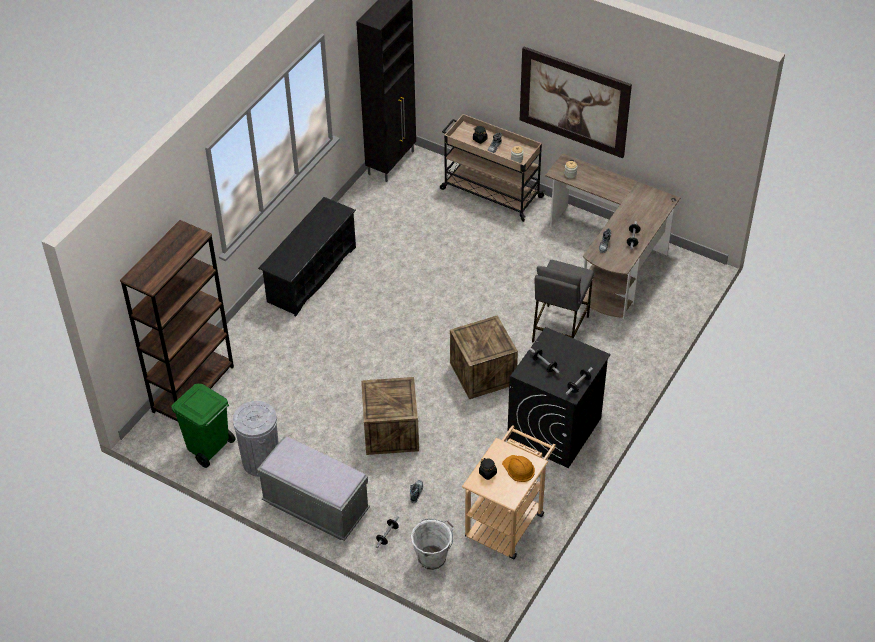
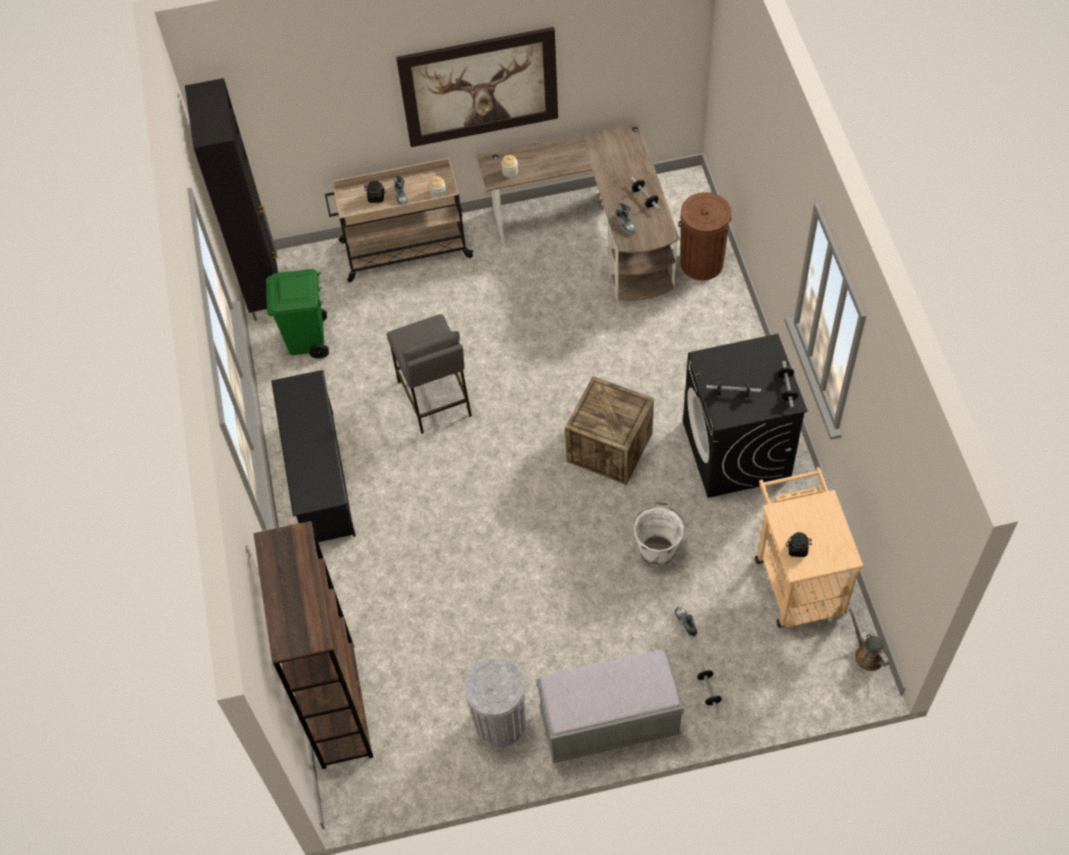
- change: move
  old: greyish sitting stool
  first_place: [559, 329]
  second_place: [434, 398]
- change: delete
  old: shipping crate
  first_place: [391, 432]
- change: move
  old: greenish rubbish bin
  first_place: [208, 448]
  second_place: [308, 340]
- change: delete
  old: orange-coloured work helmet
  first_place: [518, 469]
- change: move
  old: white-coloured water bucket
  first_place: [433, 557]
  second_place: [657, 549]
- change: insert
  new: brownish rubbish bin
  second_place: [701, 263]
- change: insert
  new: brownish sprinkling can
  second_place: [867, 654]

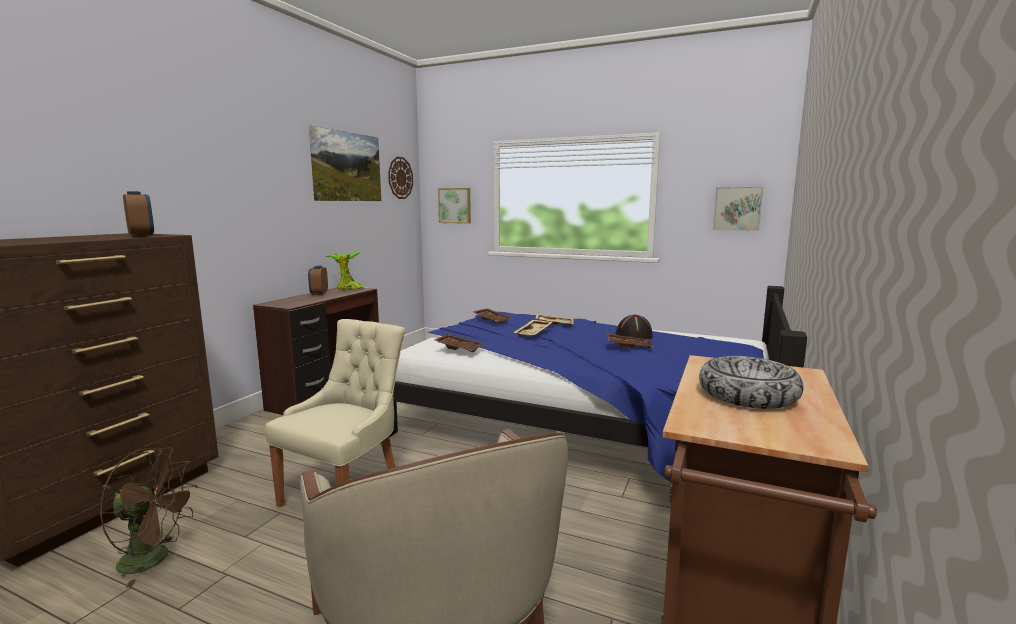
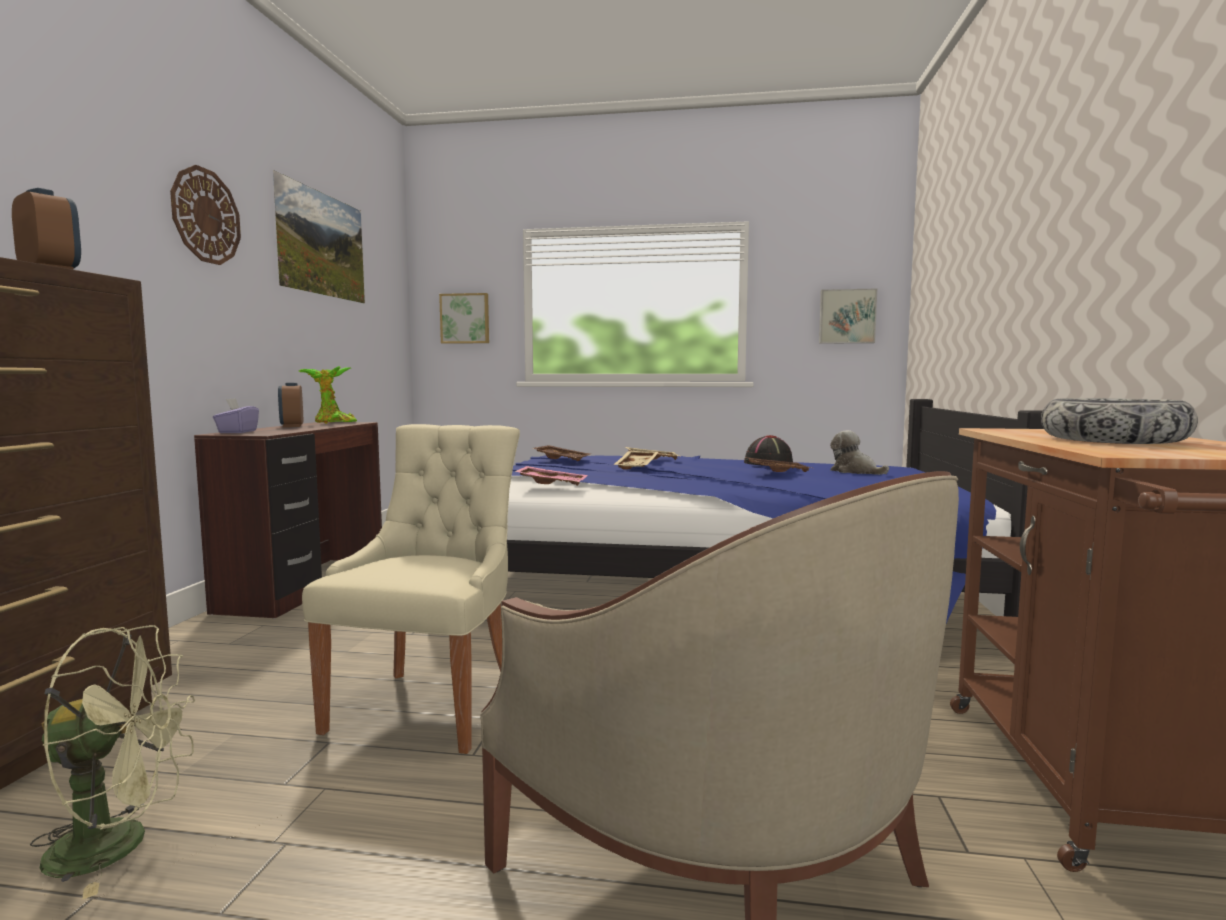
- change: move
  old: wall clock
  first_place: [400, 178]
  second_place: [206, 216]
- change: recolor
  old: brownish tray
  new: pinkish tray
  first_place: [460, 348]
  second_place: [552, 483]
- change: recolor
  old: brownish cooling fan
  new: greenish cooling fan
  first_place: [154, 559]
  second_place: [120, 844]
- change: insert
  new: purple-coloured box of tissues
  second_place: [237, 432]
- change: insert
  new: soft toy
  second_place: [855, 472]

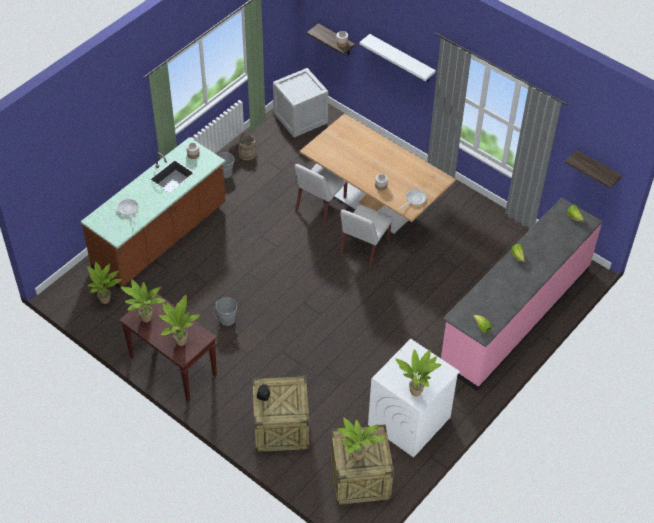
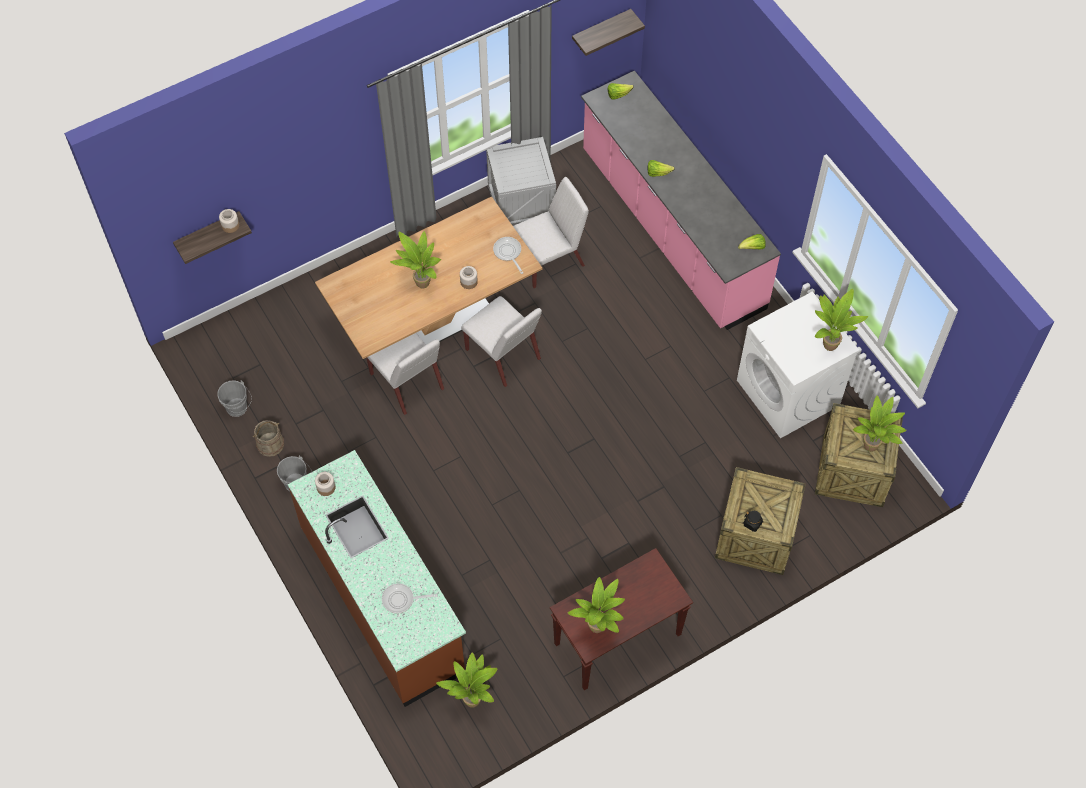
- change: delete
  old: white-coloured shelf
  first_place: [401, 58]
- change: move
  old: shipping crate
  first_place: [301, 118]
  second_place: [522, 201]
- change: move
  old: potted plant
  first_place: [180, 341]
  second_place: [420, 285]
- change: move
  old: greyish water bucket
  first_place: [226, 321]
  second_place: [238, 409]
- change: insert
  new: white-coloured chair
  second_place: [549, 259]

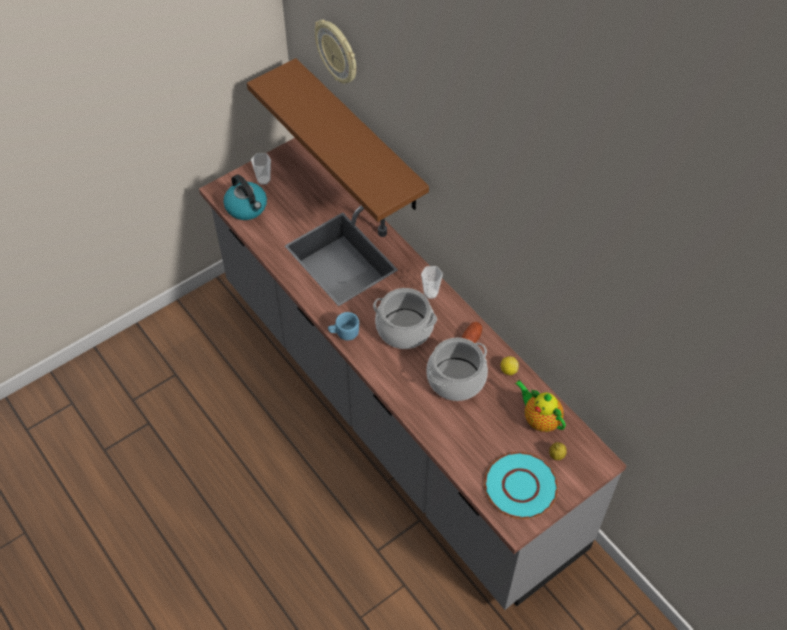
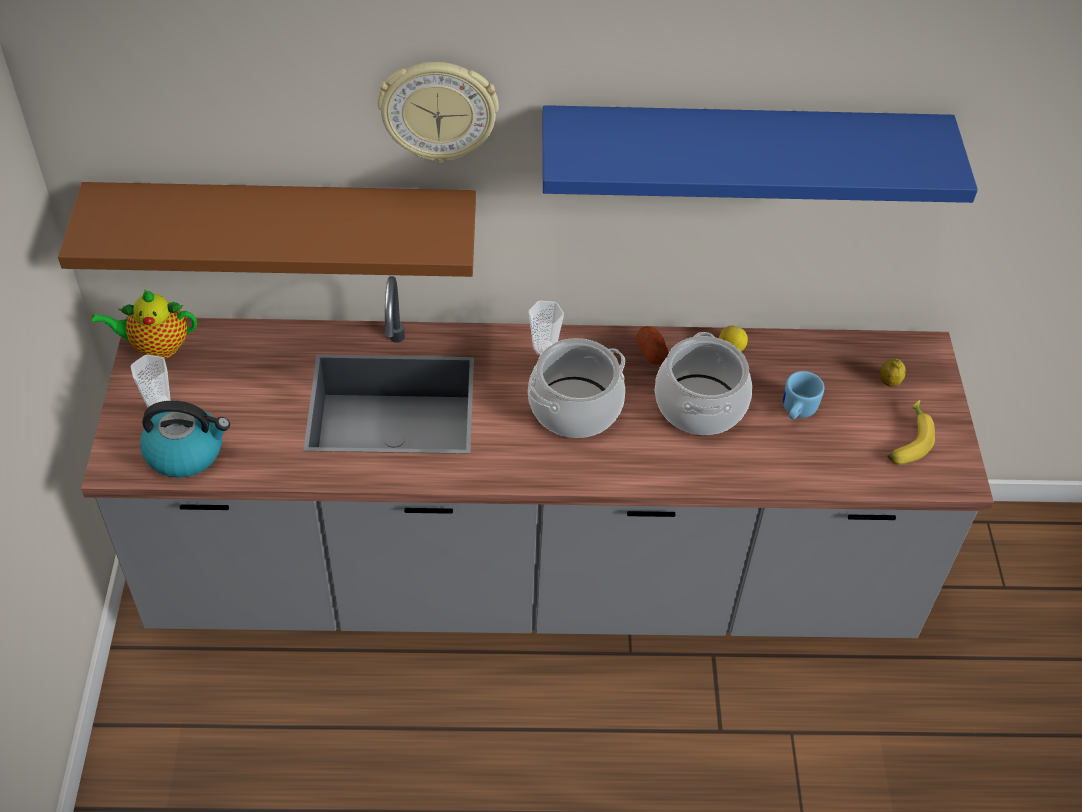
- change: move
  old: wall clock
  first_place: [337, 52]
  second_place: [438, 110]
- change: move
  old: blue-coloured tea mug
  first_place: [344, 333]
  second_place: [796, 411]
- change: move
  old: pot for tea
  first_place: [539, 419]
  second_place: [156, 347]
- change: replace
  old: blue-green dinner plate
  new: banana fruit
  first_place: [521, 486]
  second_place: [907, 440]
- change: insert
  new: blue-coloured shelf
  second_place: [742, 147]

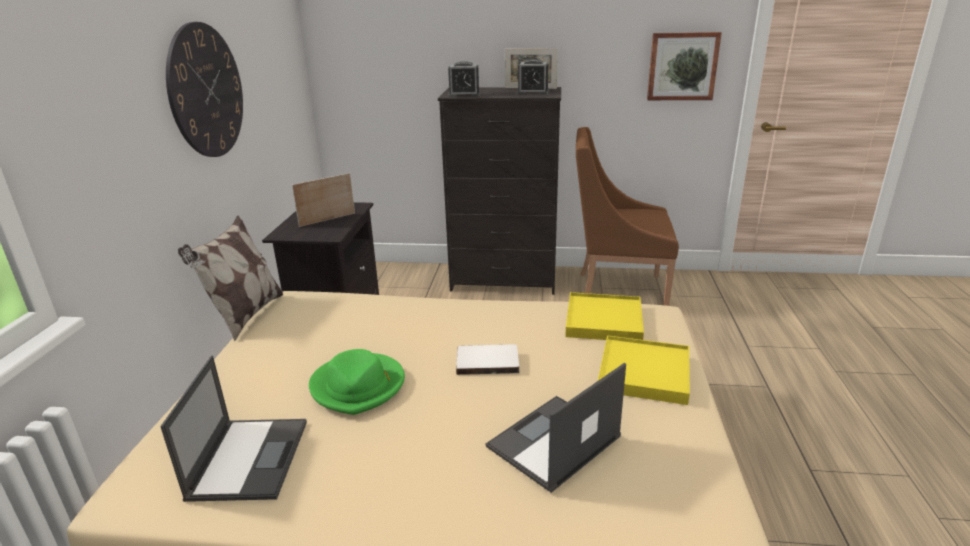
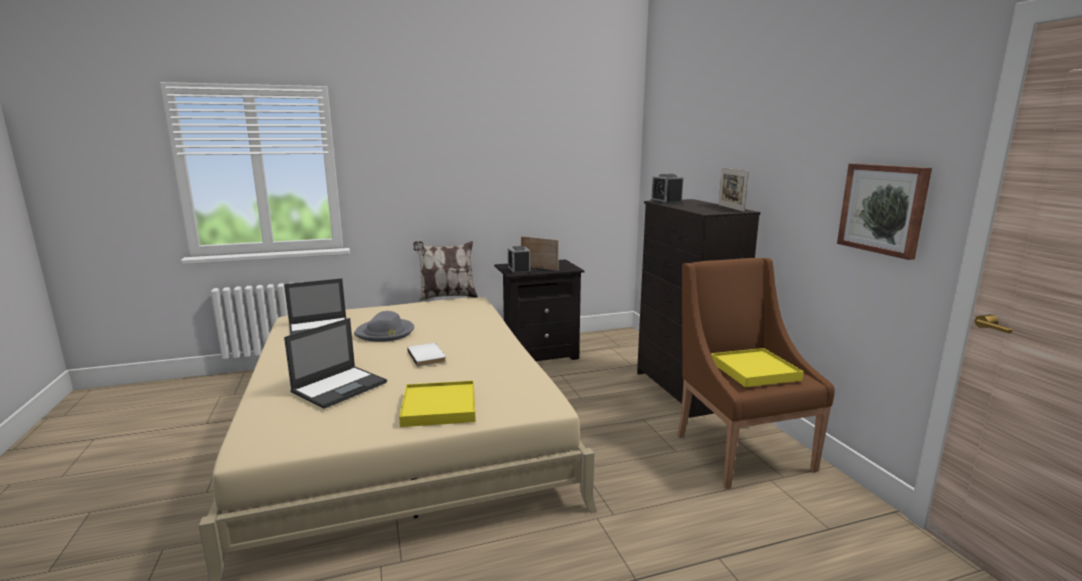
- change: delete
  old: wall clock
  first_place: [206, 91]
- change: move
  old: table clock
  first_place: [533, 92]
  second_place: [519, 270]
- change: move
  old: yellow tray
  first_place: [603, 321]
  second_place: [754, 370]
- change: recolor
  old: greenish hat
  new: greyish hat
  first_place: [358, 386]
  second_place: [385, 333]
- change: rotate
  old: laptop
  first_place: [553, 443]
  second_place: [340, 386]
  degrees: 105

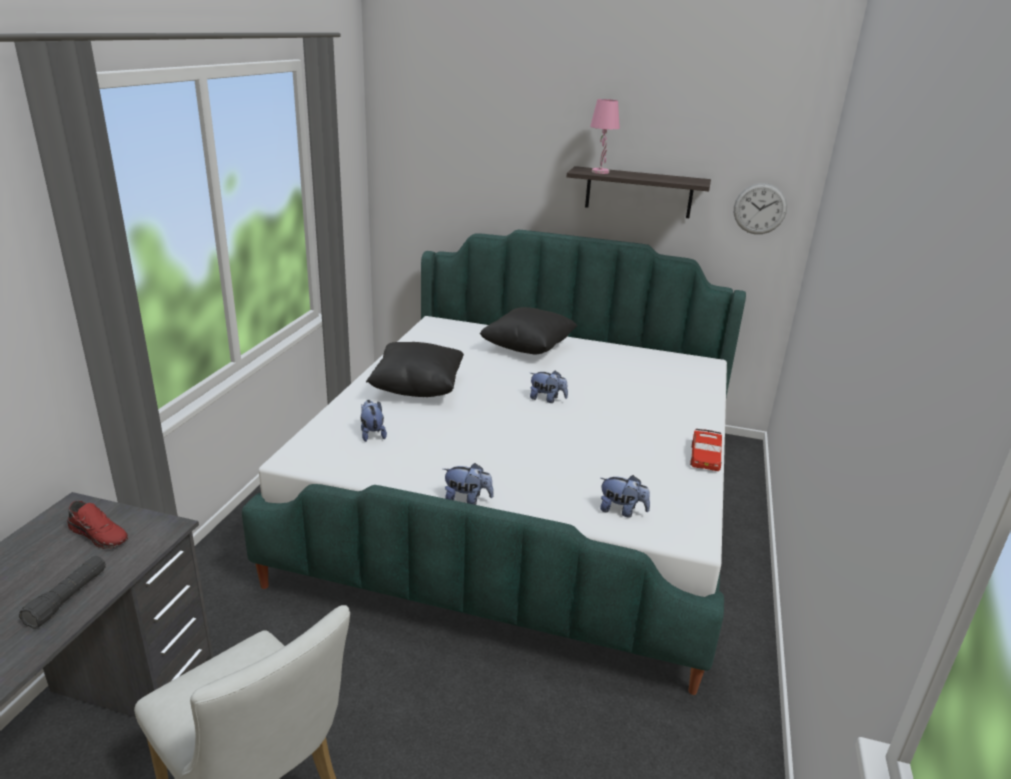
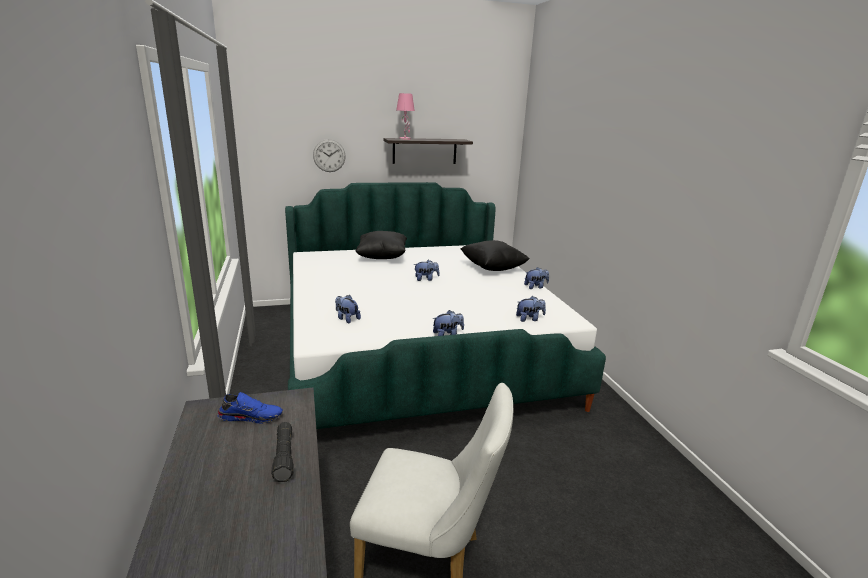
- change: move
  old: wall clock
  first_place: [760, 209]
  second_place: [329, 155]
- change: move
  old: black pillow
  first_place: [417, 389]
  second_place: [492, 268]
- change: replace
  old: reddish model car
  new: soft toy
  first_place: [705, 457]
  second_place: [535, 287]
- change: recolor
  old: reddish shoe
  new: blue-coloured shoe
  first_place: [100, 534]
  second_place: [251, 416]

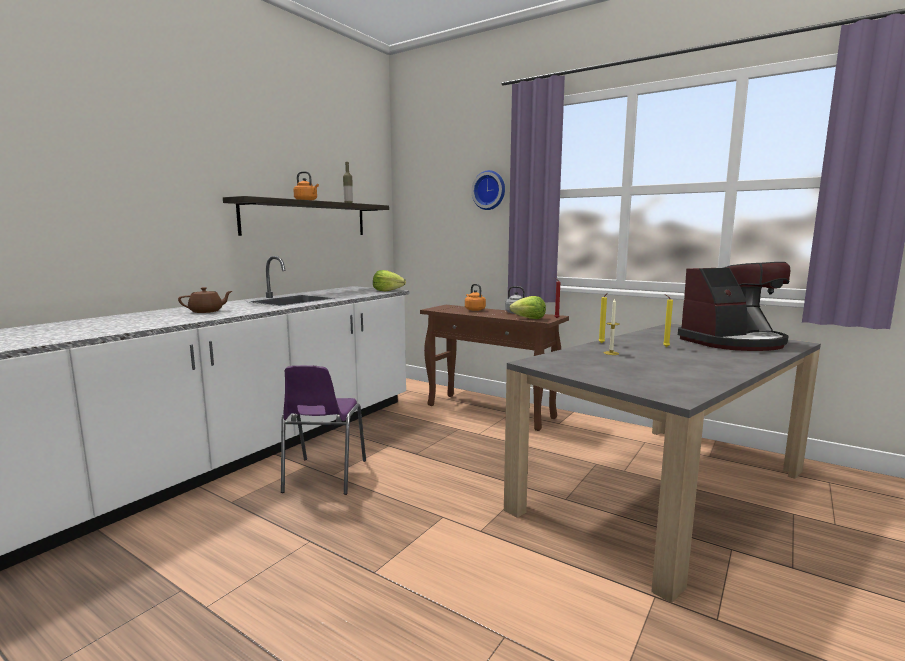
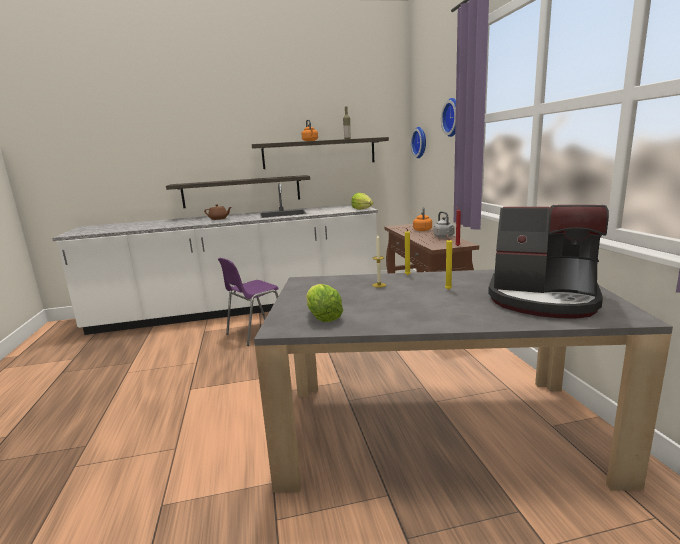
- change: move
  old: head of lettuce
  first_place: [529, 318]
  second_place: [322, 317]
- change: insert
  new: wall clock
  second_place: [421, 142]
- change: insert
  new: shelf
  second_place: [241, 191]

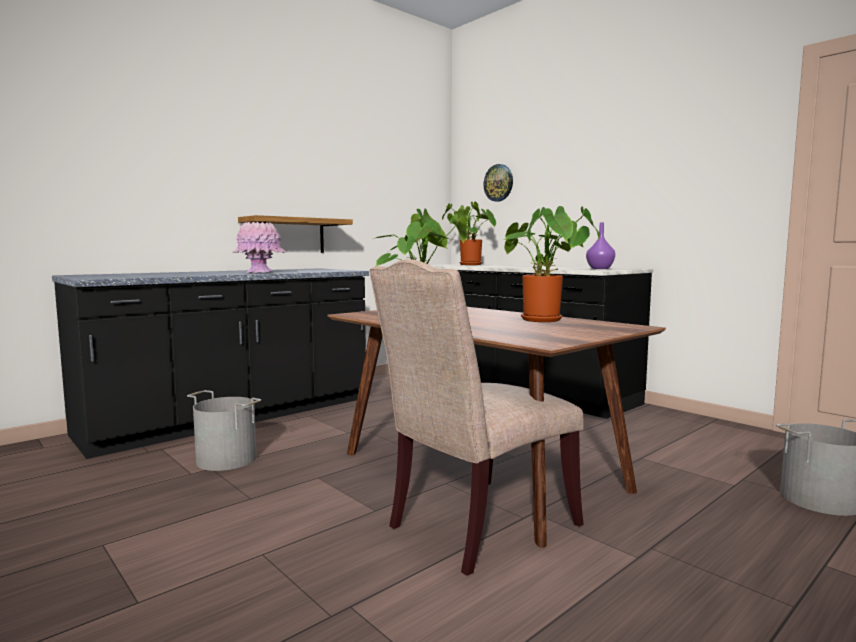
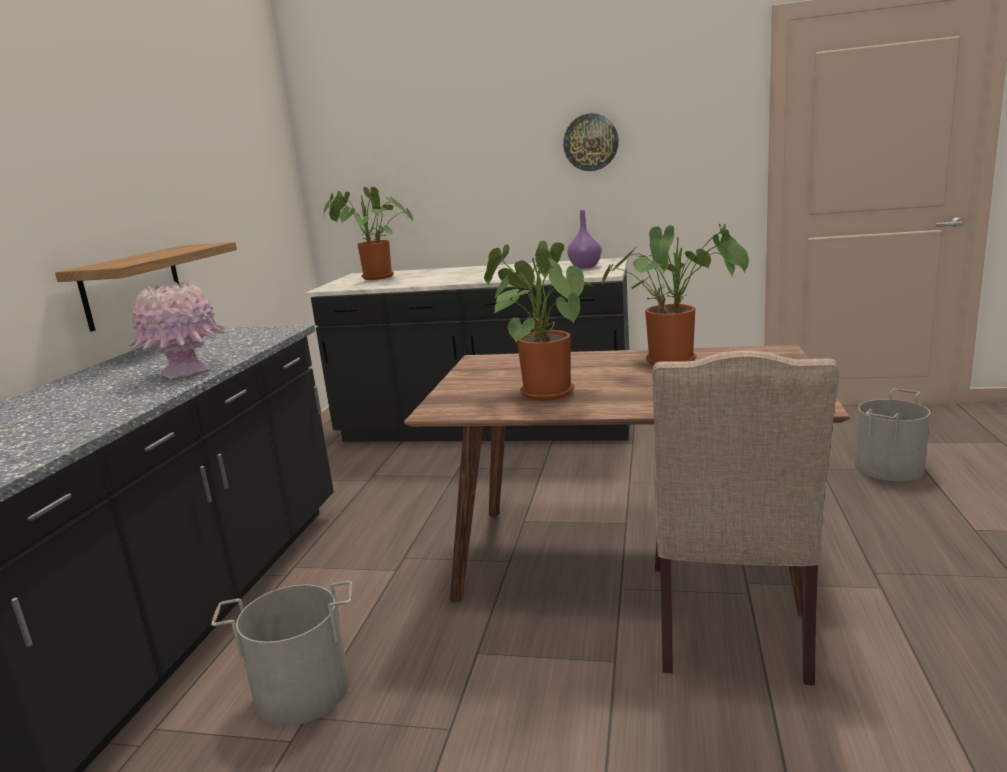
- change: move
  old: wall clock
  first_place: [498, 183]
  second_place: [591, 142]

